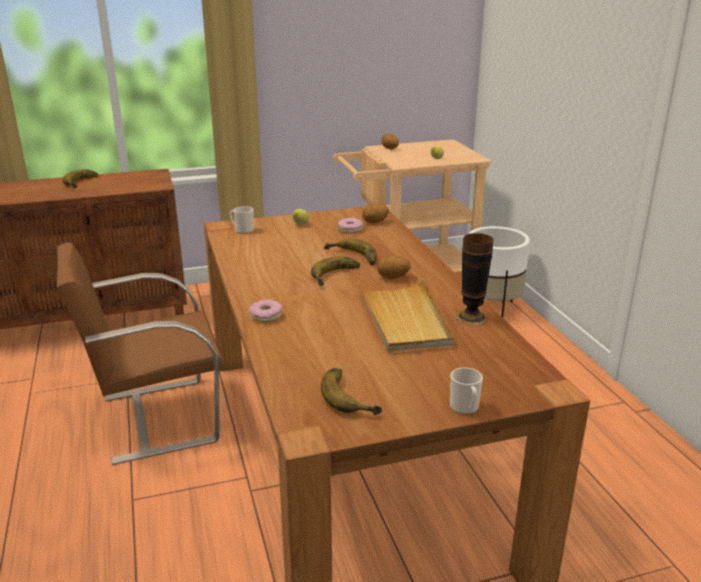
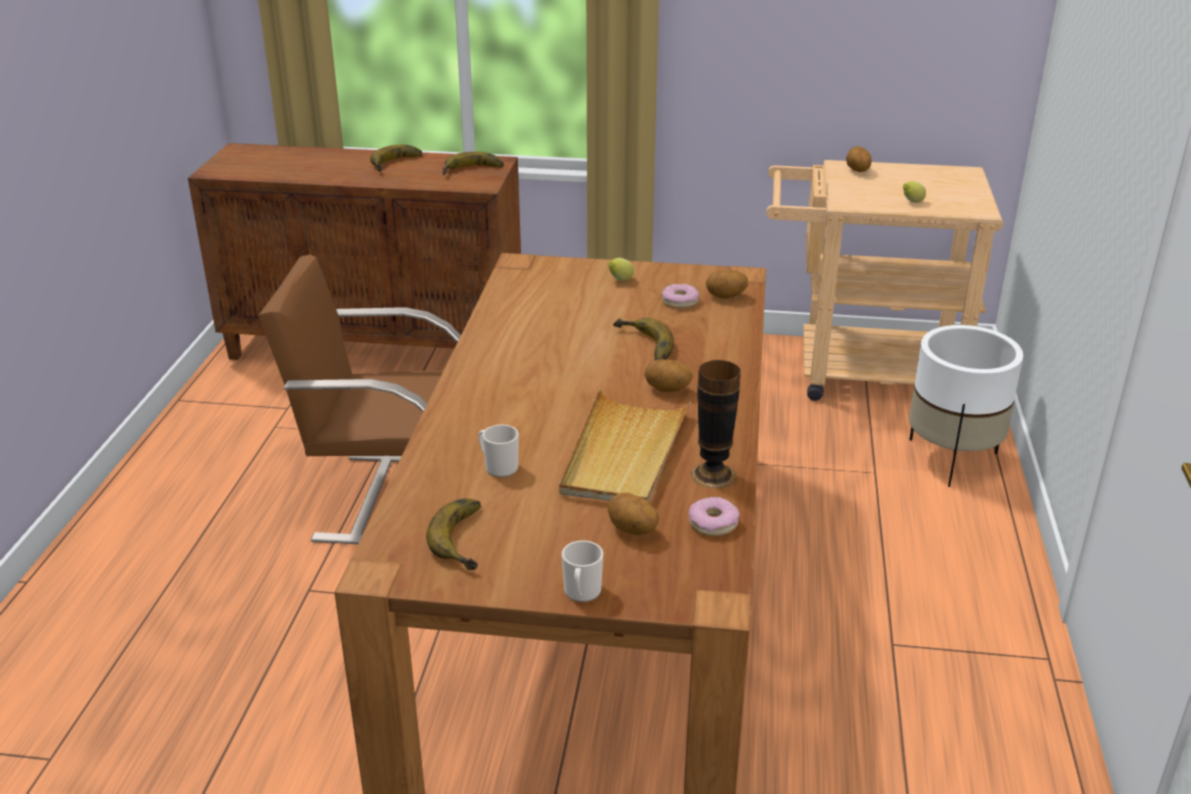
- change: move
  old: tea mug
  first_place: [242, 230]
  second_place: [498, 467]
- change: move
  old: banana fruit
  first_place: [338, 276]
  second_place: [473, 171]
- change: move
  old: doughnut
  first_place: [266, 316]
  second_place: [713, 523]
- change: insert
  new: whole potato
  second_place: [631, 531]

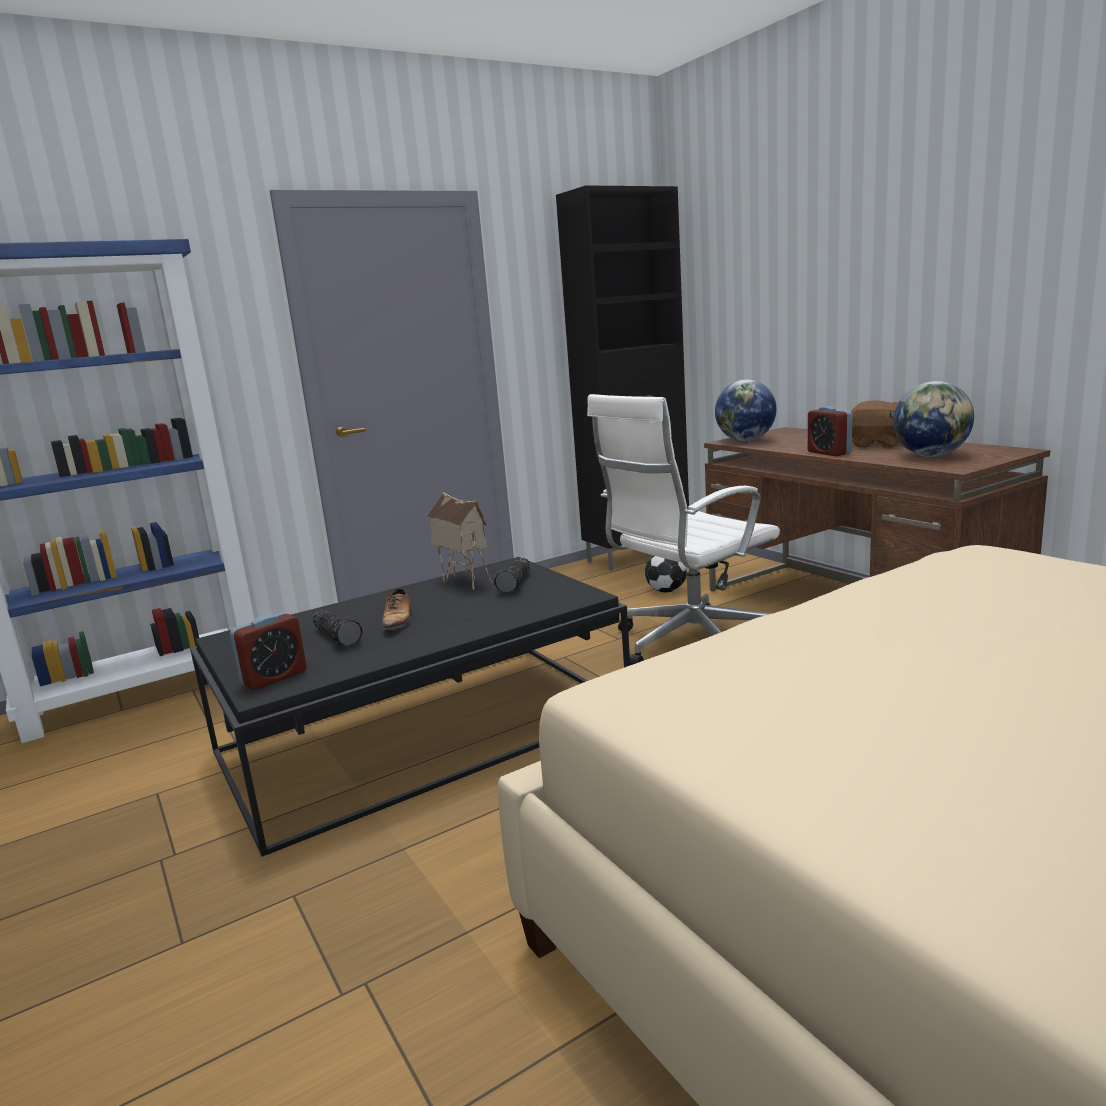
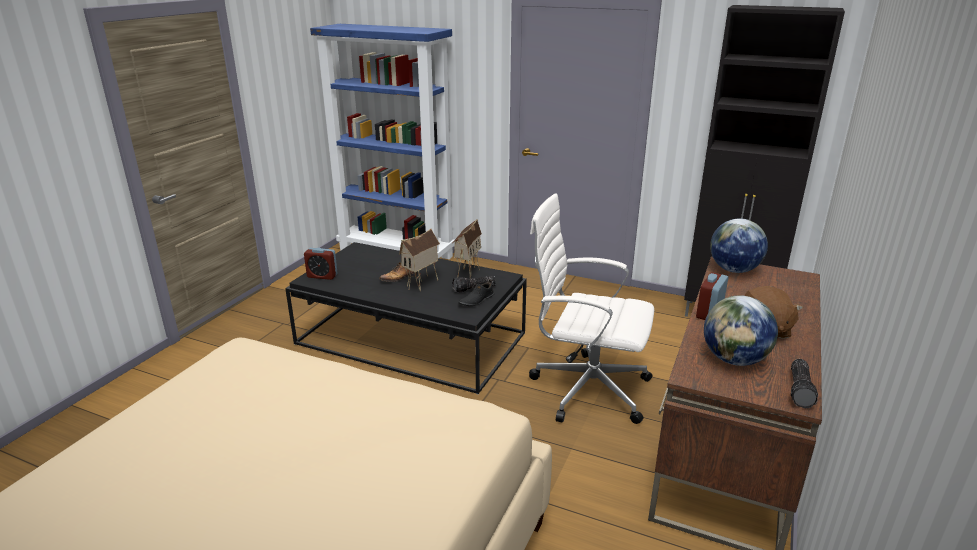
- change: delete
  old: ball for football
  first_place: [667, 591]
- change: move
  old: flashlight
  first_place: [338, 637]
  second_place: [801, 390]
- change: insert
  new: model house
  second_place: [422, 285]
- change: insert
  new: black shoe
  second_place: [476, 300]

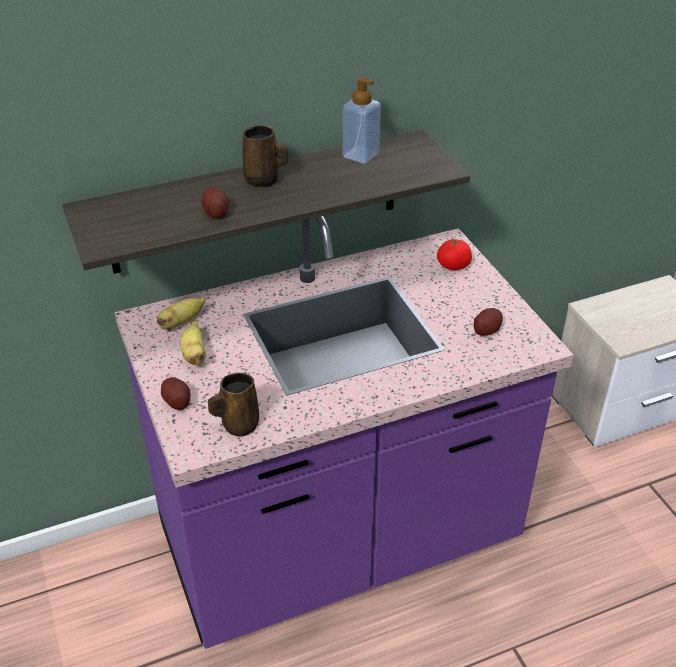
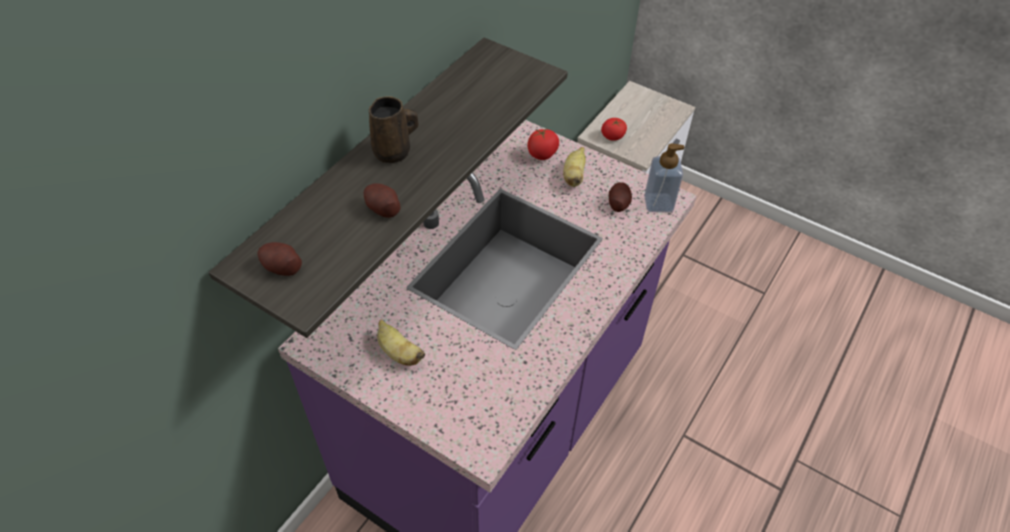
- change: move
  old: soap bottle
  first_place: [360, 155]
  second_place: [658, 203]
- change: move
  old: banana fruit
  first_place: [181, 322]
  second_place: [574, 176]
- change: delete
  old: brownish tea mug
  first_place: [238, 425]
- change: move
  old: whole potato
  first_place: [176, 401]
  second_place: [282, 267]
- change: insert
  new: fresh tomato
  second_place: [612, 136]

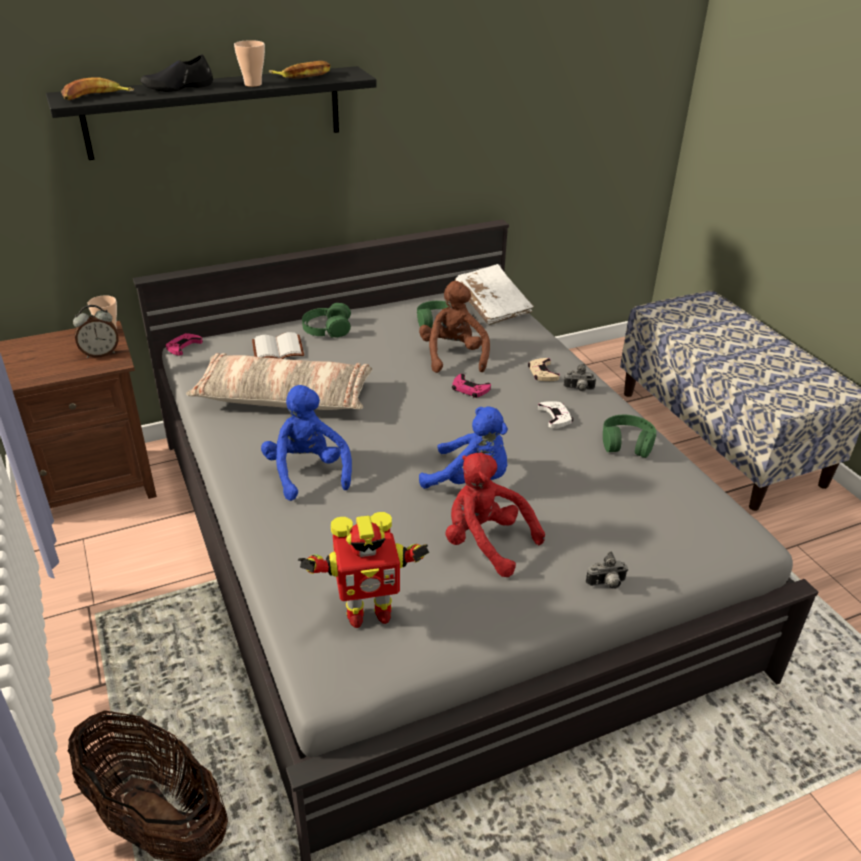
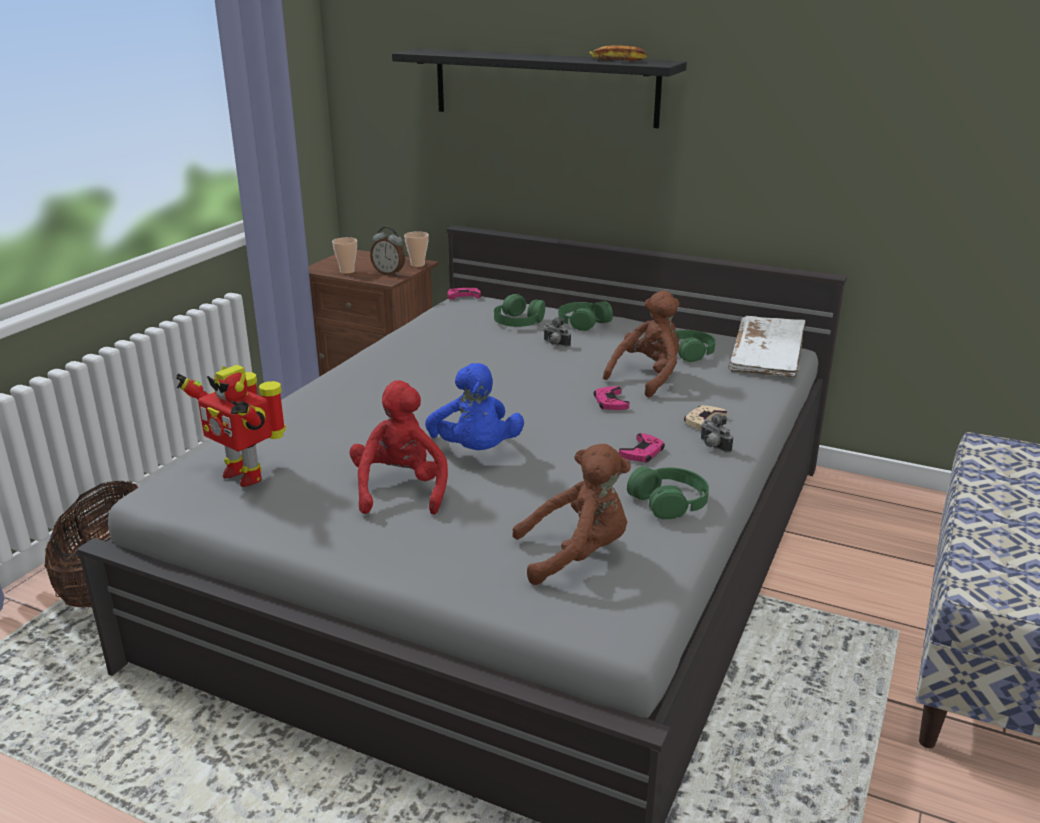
- change: move
  old: cup
  first_place: [253, 84]
  second_place: [347, 271]
- change: delete
  old: black shoe
  first_place: [178, 87]
- change: delete
  old: banana fruit
  first_place: [96, 96]
- change: replace
  old: white-coloured bound book
  new: greenish headphones
  first_place: [277, 350]
  second_place: [518, 321]
- change: delete
  old: pillow
  first_place: [284, 397]
- change: delete
  old: blue-coloured soft toy
  first_place: [307, 472]
- change: recolor
  old: white-coloured gamepad
  new: pinkish gamepad
  first_place: [555, 417]
  second_place: [642, 452]
- change: move
  old: photo camera
  first_place: [606, 584]
  second_place: [555, 344]
- change: insert
  new: brownish soft toy
  second_place: [577, 555]

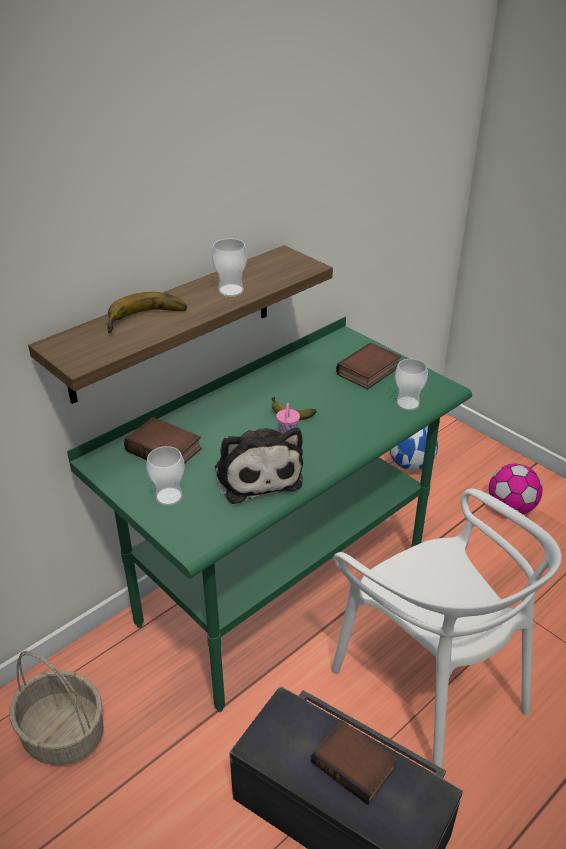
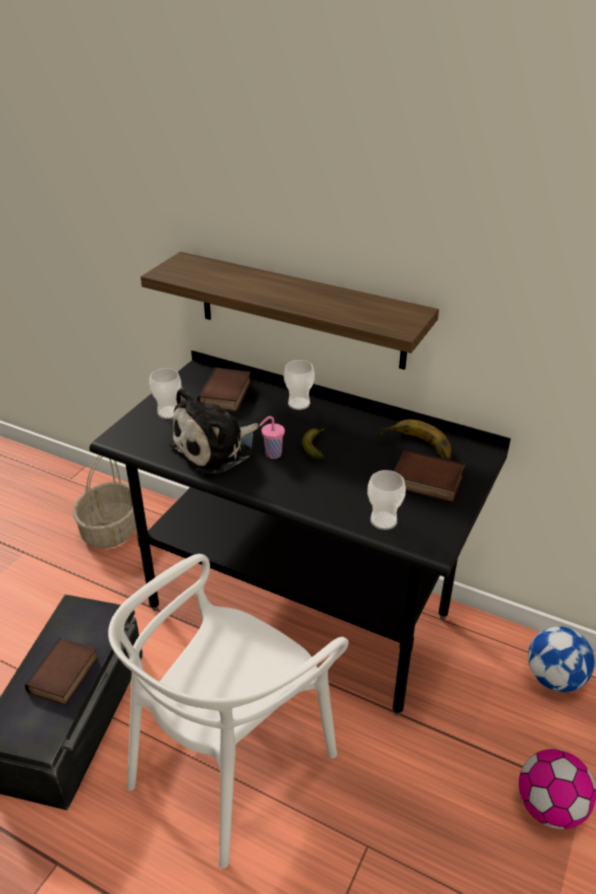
- change: move
  old: cup
  first_place: [231, 290]
  second_place: [299, 404]
- change: move
  old: banana fruit
  first_place: [147, 320]
  second_place: [415, 448]
- change: recolor
  old: greenish desk
  new: black desk
  first_place: [282, 590]
  second_place: [298, 612]

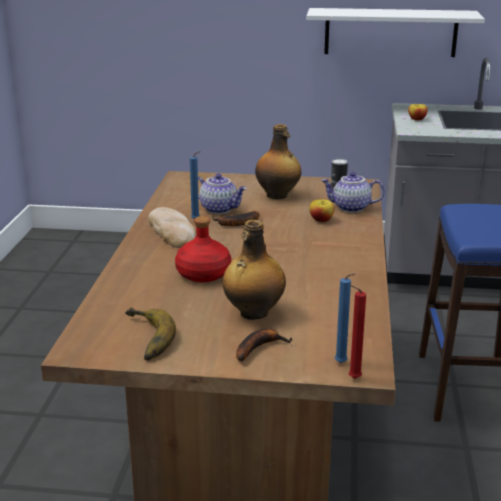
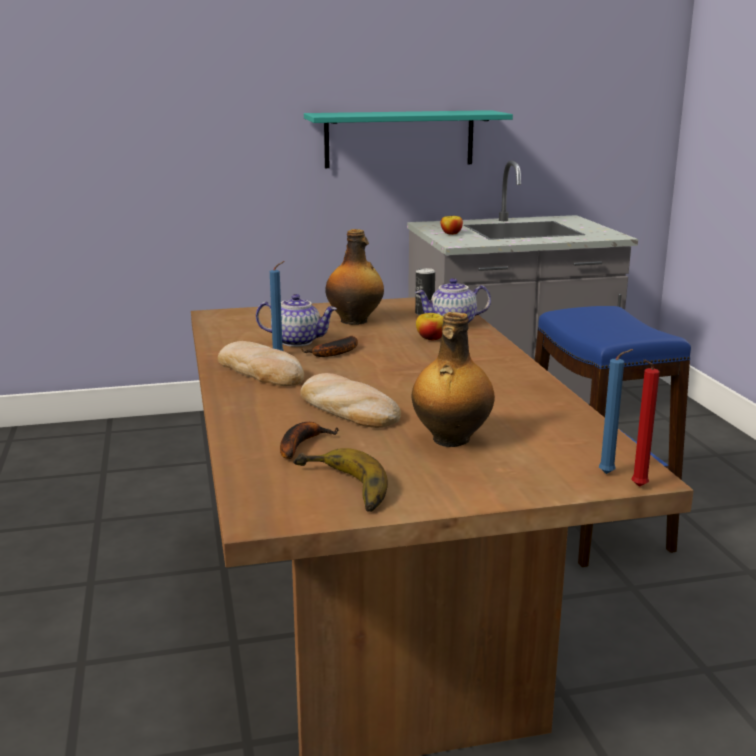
- change: recolor
  old: white-coloured shelf
  new: blue-green shelf
  first_place: [390, 32]
  second_place: [399, 139]
- change: replace
  old: reddish bottle
  new: baked bread
  first_place: [204, 274]
  second_place: [347, 408]
- change: move
  old: banana fruit
  first_place: [258, 347]
  second_place: [301, 444]

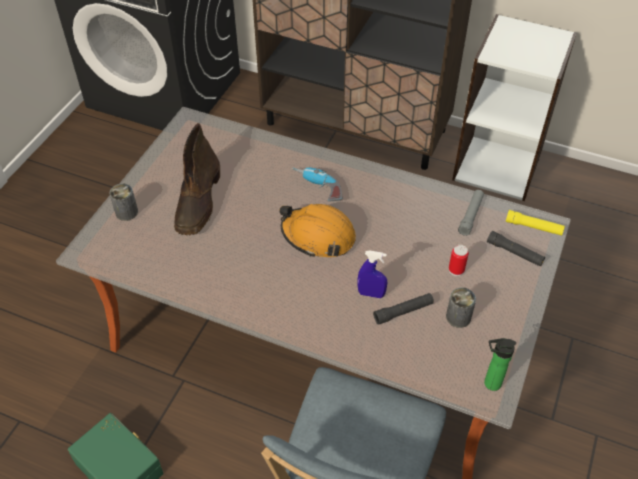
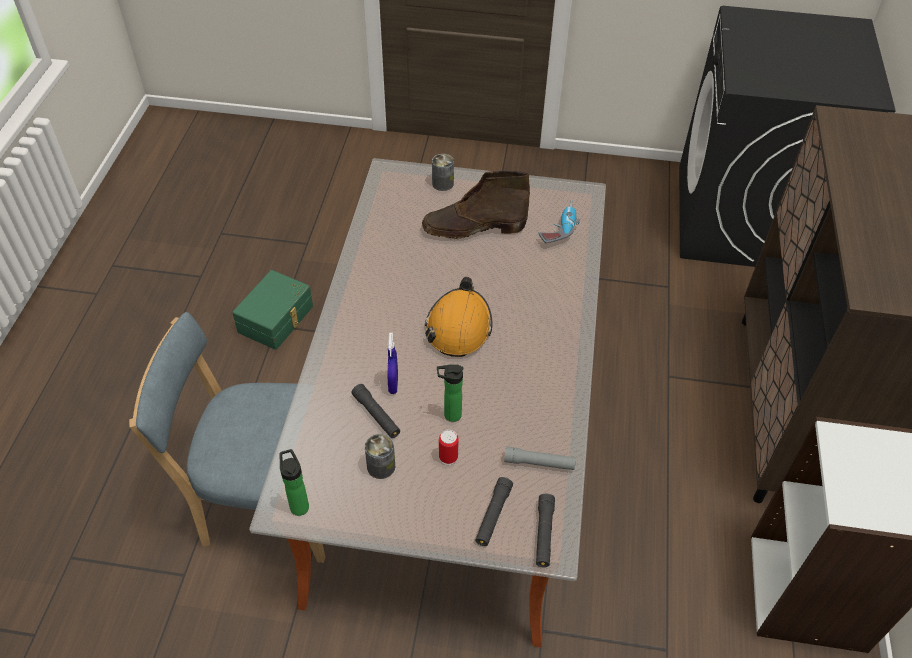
- change: move
  old: power drill
  first_place: [317, 188]
  second_place: [559, 228]
- change: recolor
  old: yellow flashlight
  new: black flashlight
  first_place: [533, 227]
  second_place: [544, 534]
- change: insert
  new: bottle
  second_place: [449, 415]

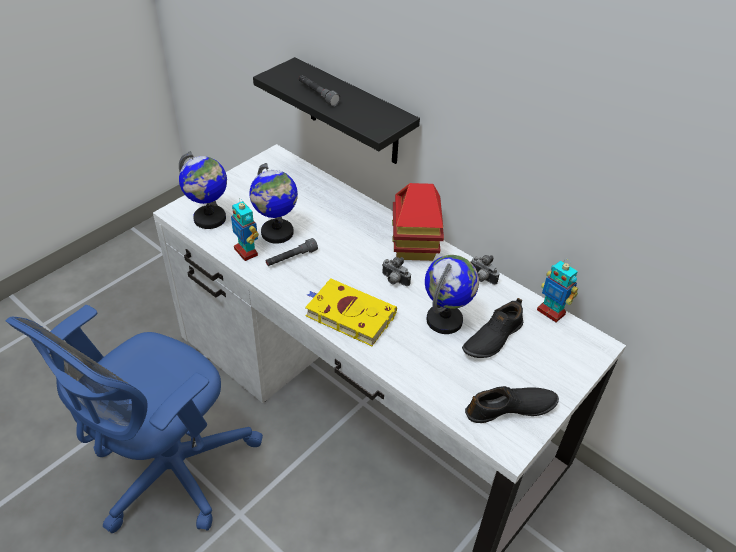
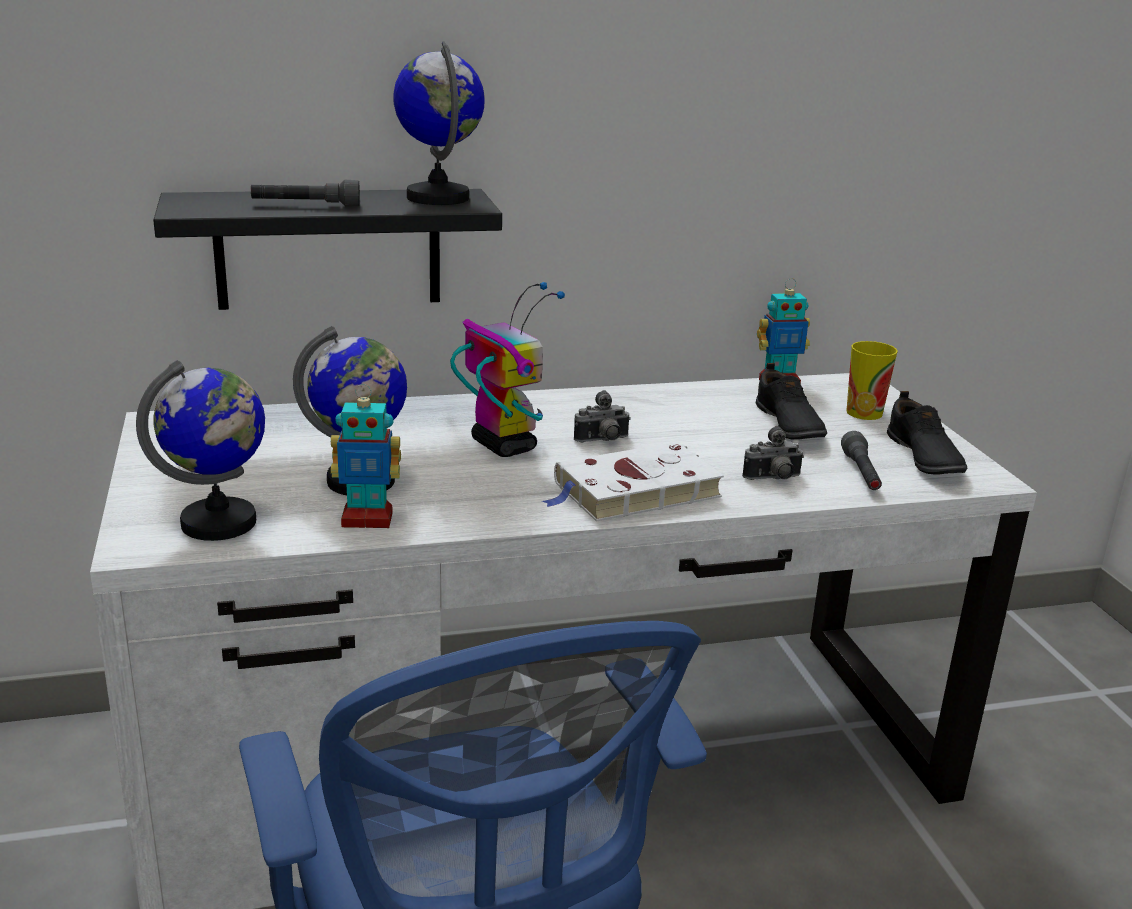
- change: delete
  old: model house
  first_place: [414, 247]
- change: move
  old: greyish flashlight
  first_place: [291, 258]
  second_place: [861, 473]
- change: move
  old: desk globe
  first_place: [445, 320]
  second_place: [438, 198]
- change: move
  old: photo camera
  first_place: [481, 278]
  second_place: [773, 479]
- change: recolor
  old: yellow bound book
  new: white-coloured bound book
  first_place: [348, 314]
  second_place: [633, 492]
- change: rotate
  old: black shoe
  first_place: [510, 409]
  second_place: [923, 457]
  degrees: 150
- change: insert
  new: model robot
  second_place: [502, 445]
- change: insert
  new: cup
  second_place: [864, 413]

